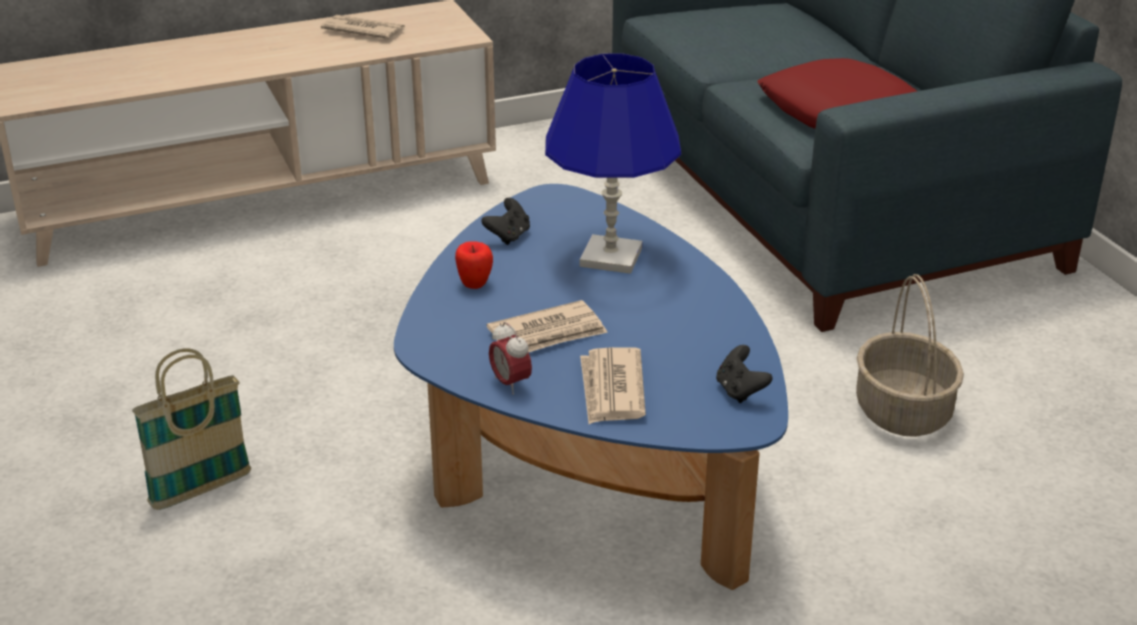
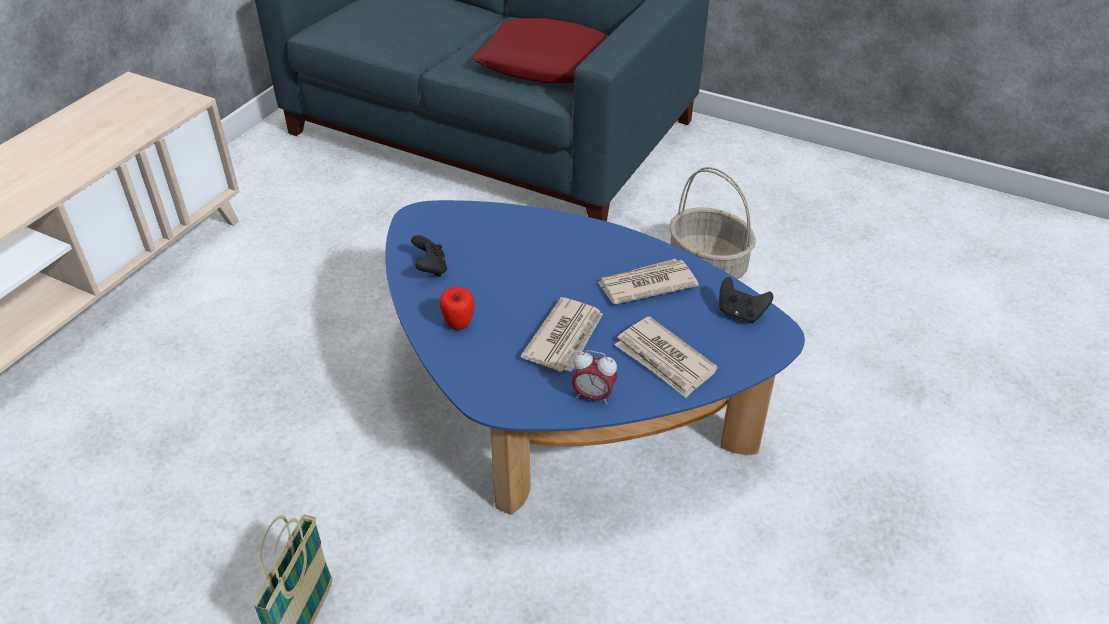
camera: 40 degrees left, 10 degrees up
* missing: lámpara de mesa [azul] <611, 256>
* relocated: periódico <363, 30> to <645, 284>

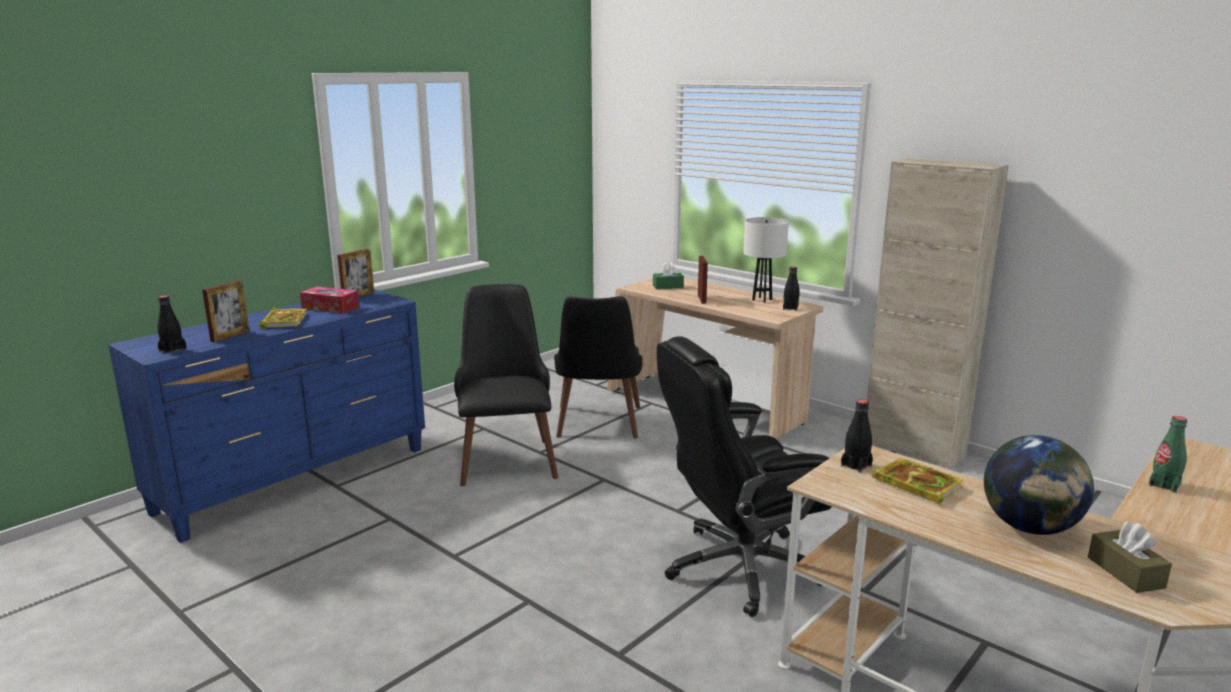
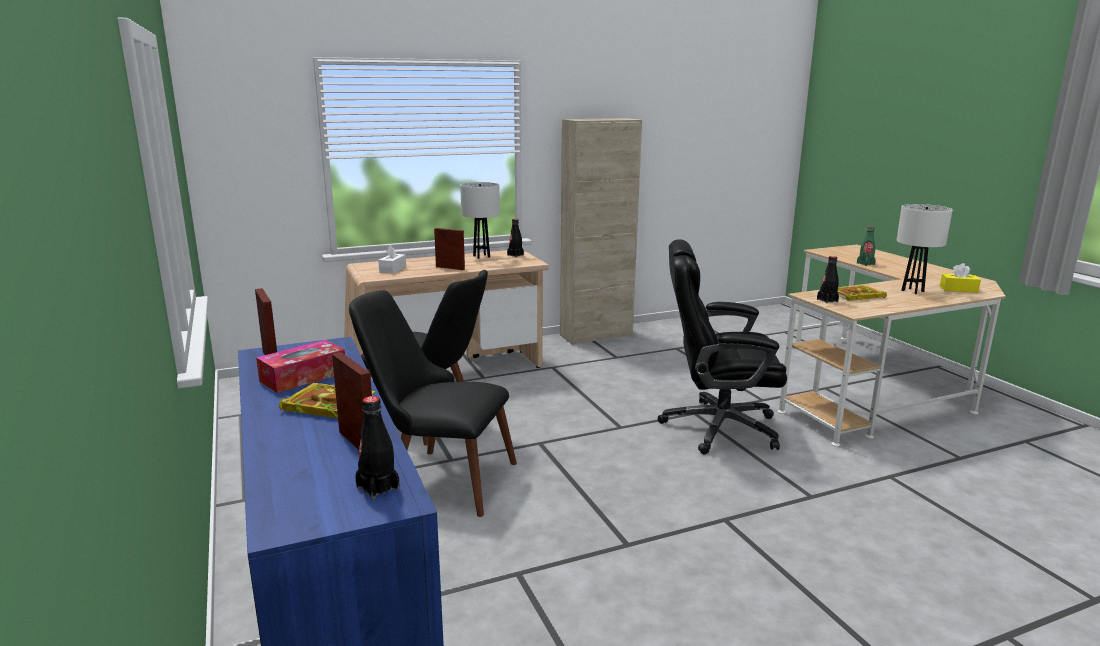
camera: 65 degrees left, 0 degrees up
* exchanged: globo terráqueo <1030, 528> to lámpara de mesa [blanco] <912, 291>
* colour: caja de pañuelos [verde] <668, 286> to caja de pañuelos [blanco] <392, 269>
* colour: caja de pañuelos [marrón] <1125, 572> to caja de pañuelos [amarillo] <958, 289>
* spun: silla de oficina [negro] <739, 568> = <717, 427> 90 degrees clockwise

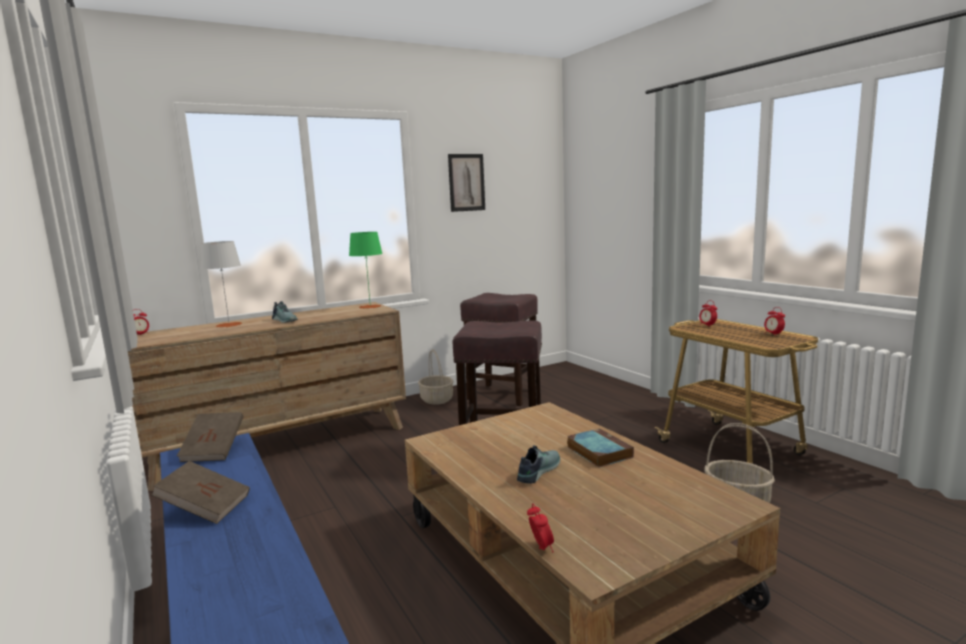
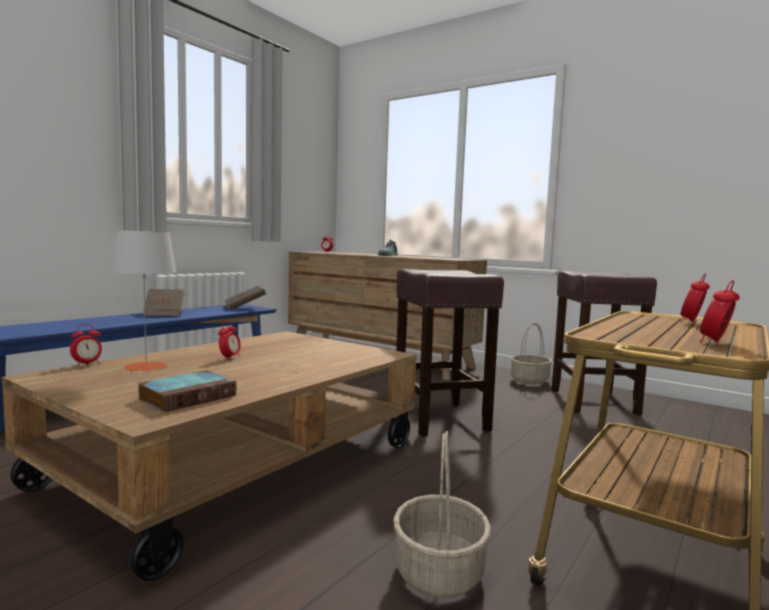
camera: 65 degrees right, 5 degrees down
* missing: lámpara de mesa [verde] <370, 307>
* missing: cuadro <466, 182>
* relocated: lámpara de mesa [gris] <229, 325> to <146, 367>
* relocated: libro <598, 451> to <188, 397>
* exchanged: zapato <537, 471> to despertador <229, 358>

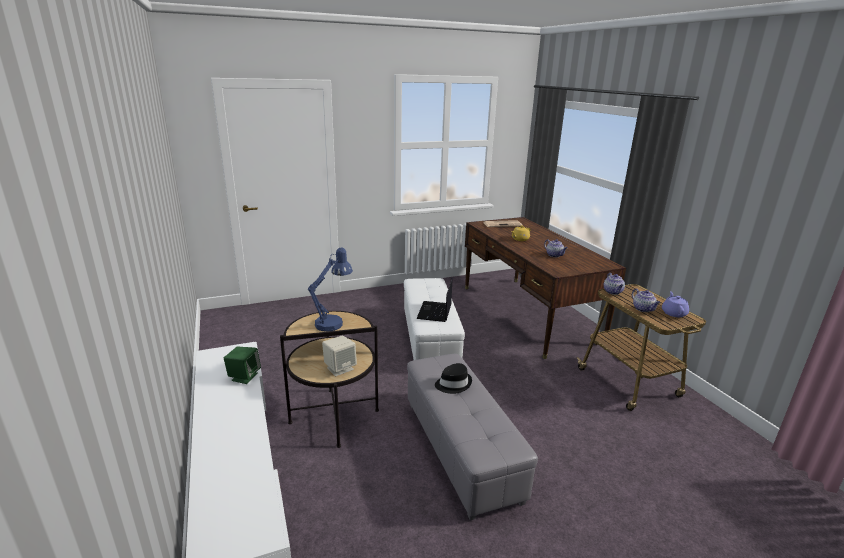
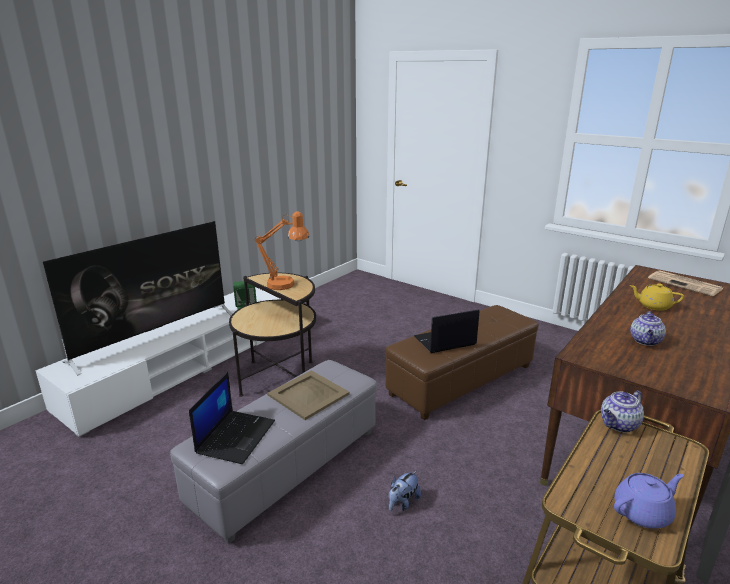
camera: 60 degrees right, 0 degrees up
* missing: altavoz [beis] <340, 368>
* missing: tetera <643, 309>
* appeared: televisor <155, 336>
* appeared: portátil <236, 436>
* appeared: peluche <403, 503>
* exchanged: sombrero [negro] <453, 384> to bandeja [beis] <308, 394>
* colour: lámpara de mesa [azul] <333, 322> to lámpara de mesa [naranja] <286, 285>
* colour: puf [blanco] <430, 339> to puf [marrón] <462, 380>

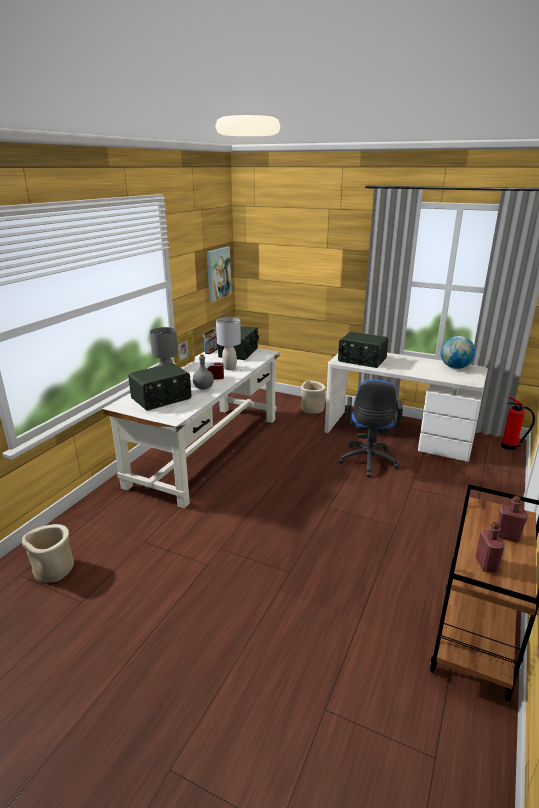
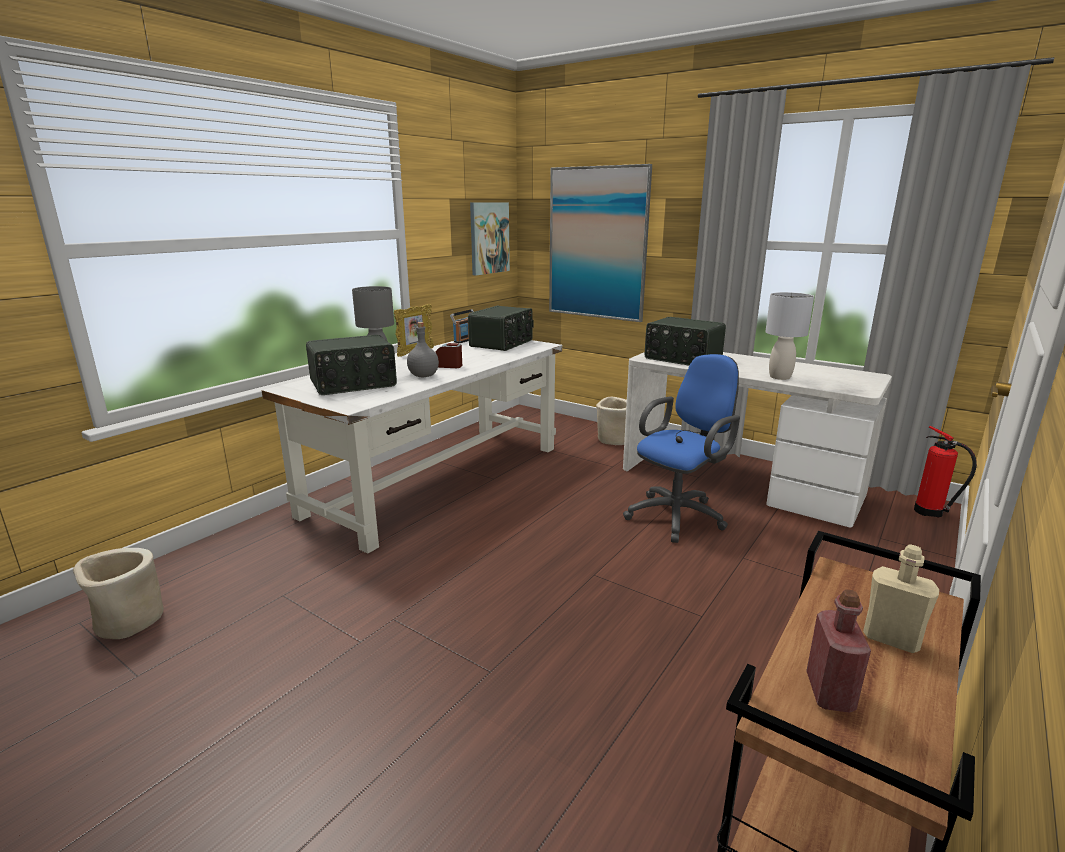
camera: 10 degrees right, 5 degrees down
* missing: globo terráqueo <455, 367>
* appeared: cuadro <597, 244>
* relocated: lámpara de mesa [gris] <230, 368> to <780, 377>
* colour: botella [rojo] <507, 536> to botella [beis] <891, 638>
* spun: silla de oficina [azul] <368, 462> = <679, 515> 150 degrees counterclockwise

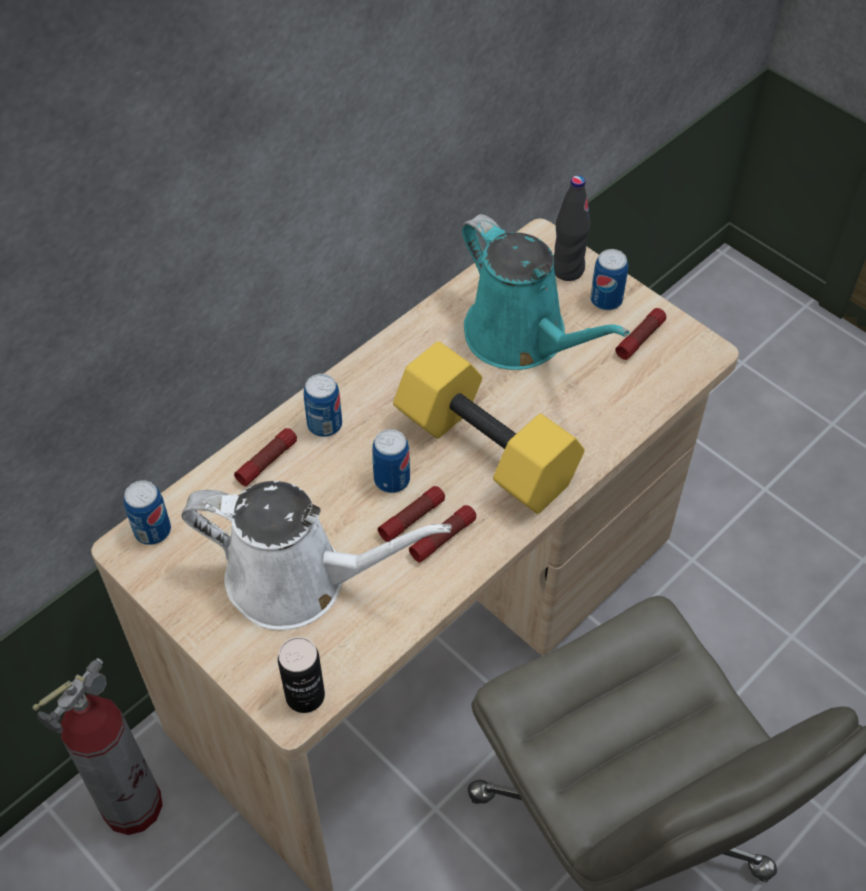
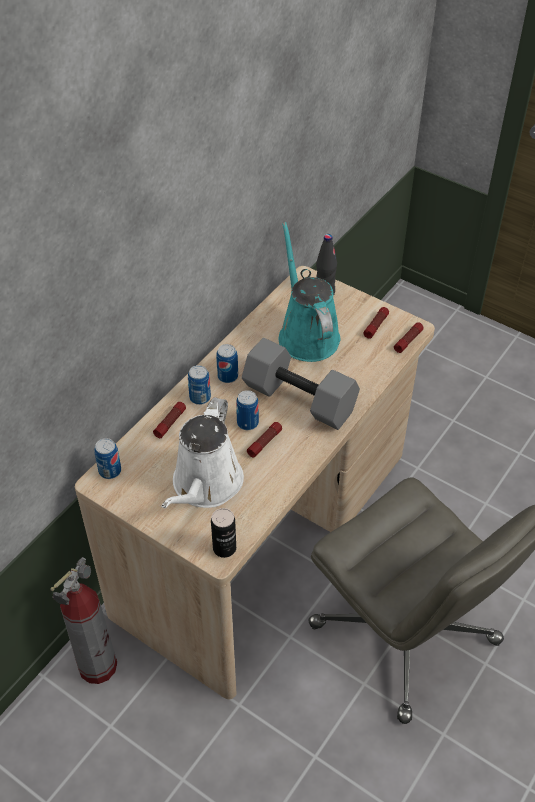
camera: 10 degrees left, 5 degrees down
* relocated: linterna <443, 538> to <408, 341>
* relocated: lata <606, 300> to <227, 376>
* colour: mancuerna [amarillo] <482, 451> to mancuerna [gris] <297, 400>
* spun: regadera [blanco] <298, 580> = <205, 486> 105 degrees clockwise
* spun: regadera [turquesa] <522, 338> = <306, 334> 150 degrees counterclockwise

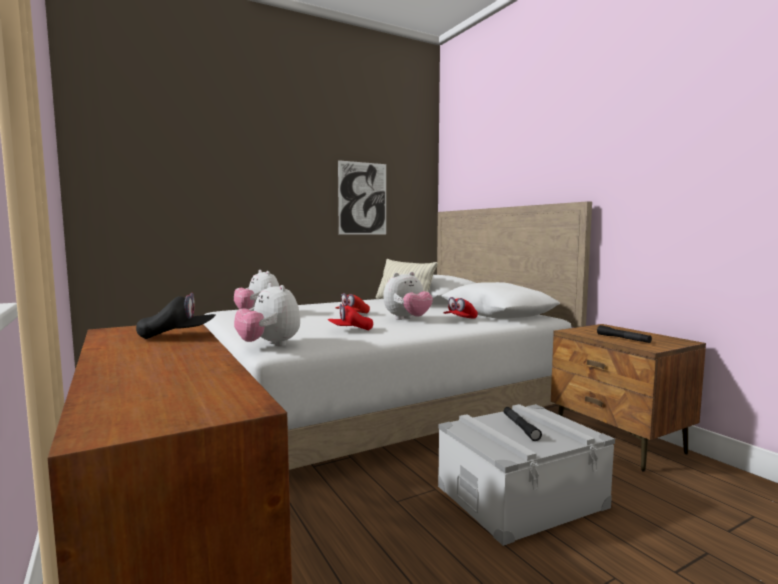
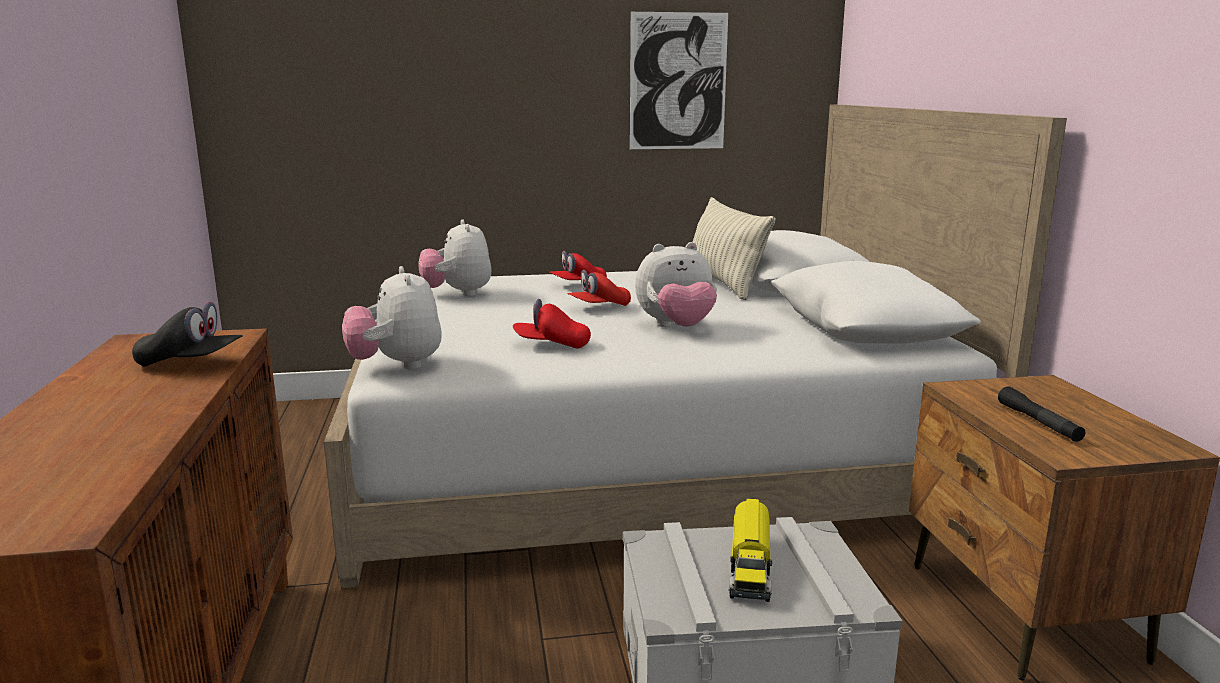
camera: 20 degrees right, 10 degrees up
* relocated: gorra [rojo] <460, 320> to <578, 285>
* exchanged: linterna [negro] <520, 427> to camión de juguete <750, 564>

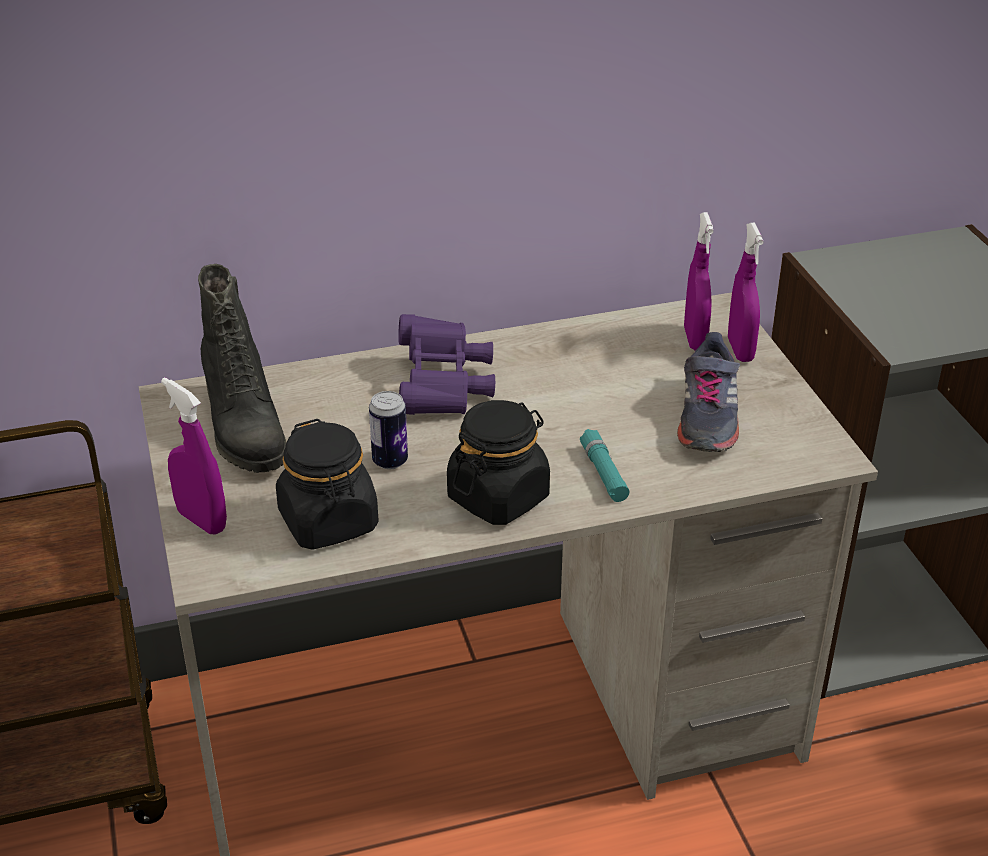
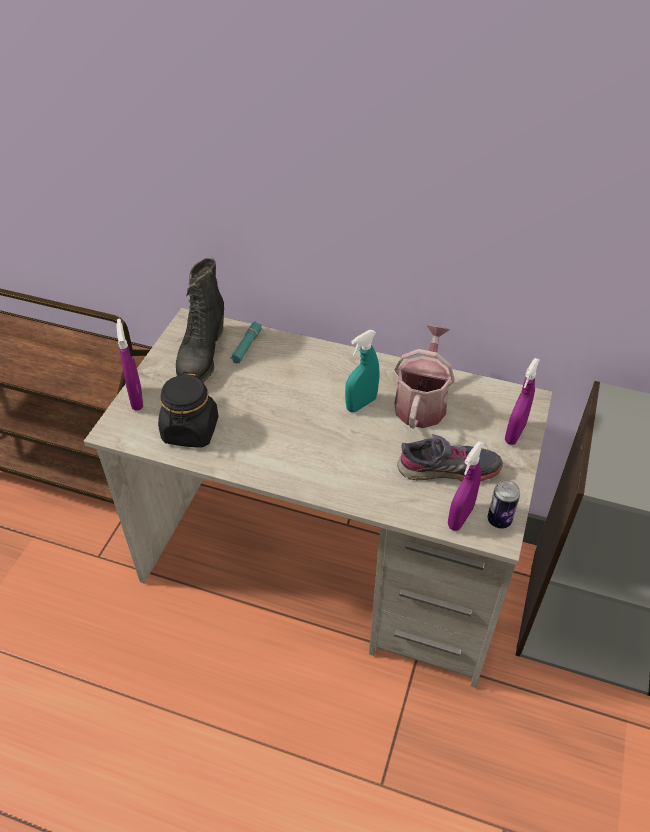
camera: 35 degrees right, 10 degrees up
* missing: prismáticos [morado] <444, 387>
* missing: tarro [negro] <498, 497>
* appeared: pulverizador [turquesa] <361, 404>
* appeared: regadera <421, 402>
* relocated: lata <390, 461> to <499, 520>
* relocated: linterna [turquesa] <603, 472> to <246, 346>
* relocated: pulverizador [morado] <695, 339> to <460, 517>
* spun: zapato [gris] <707, 417> = <448, 469> 135 degrees counterclockwise

